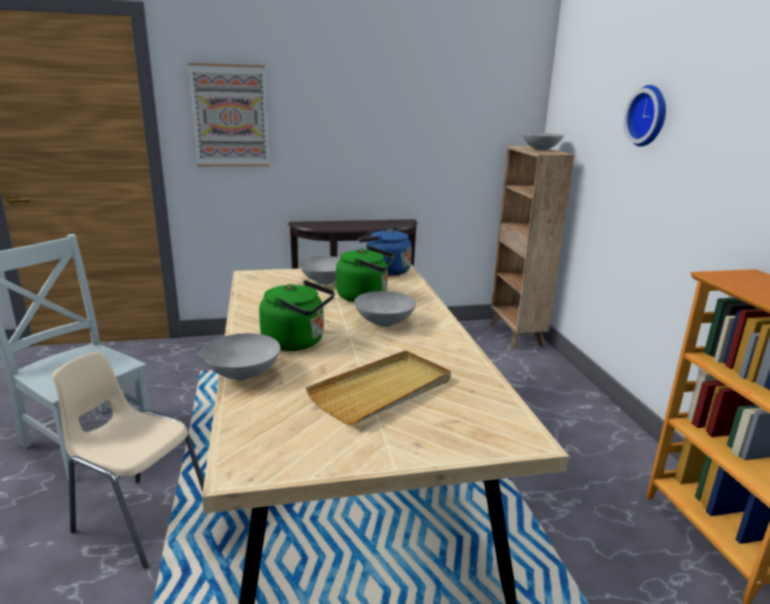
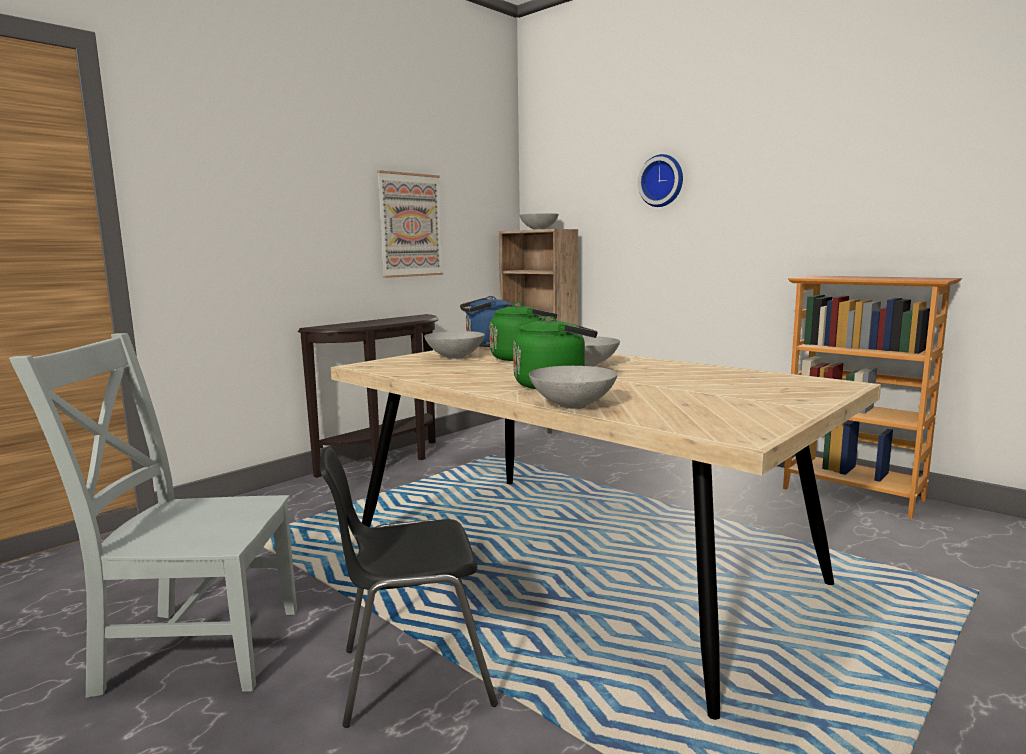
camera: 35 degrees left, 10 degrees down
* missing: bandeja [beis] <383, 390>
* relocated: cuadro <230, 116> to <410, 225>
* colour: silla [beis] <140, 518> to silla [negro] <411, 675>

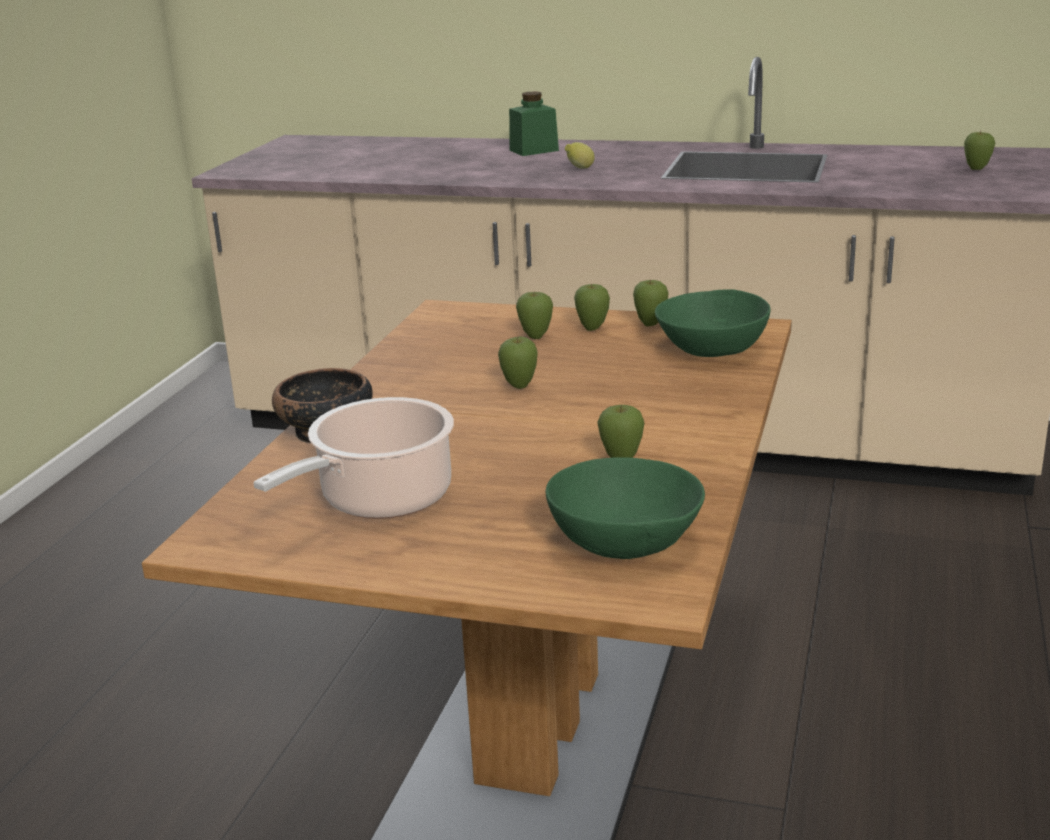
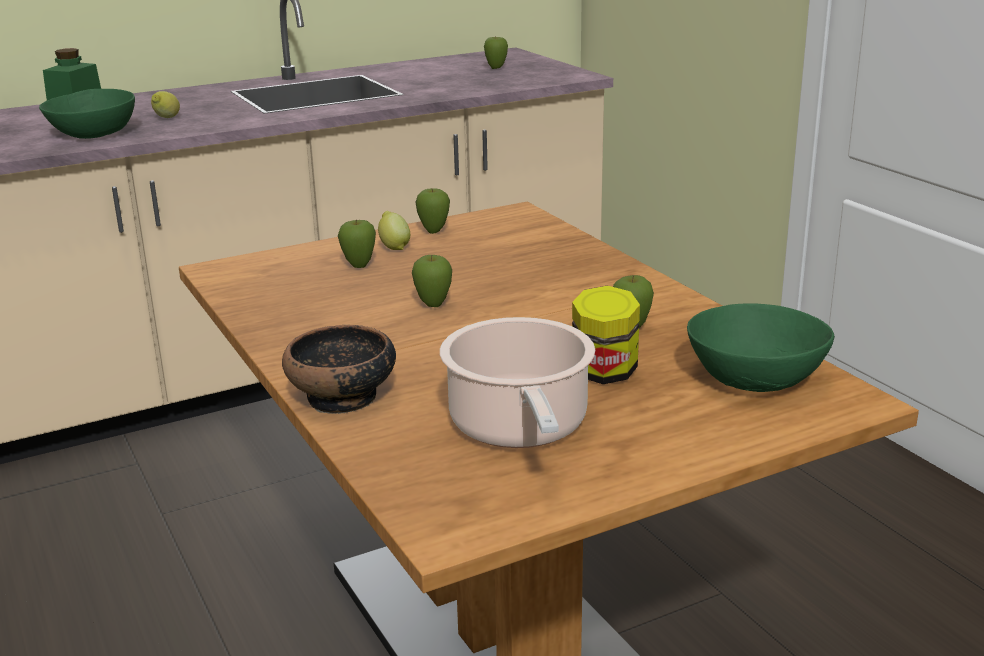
camera: 45 degrees left, 0 degrees up
* appeared: tarro <604, 373>
* relocated: cuenco [verde] <711, 349> to <93, 134>
* exchanged: manzana <592, 329> to limón <394, 247>

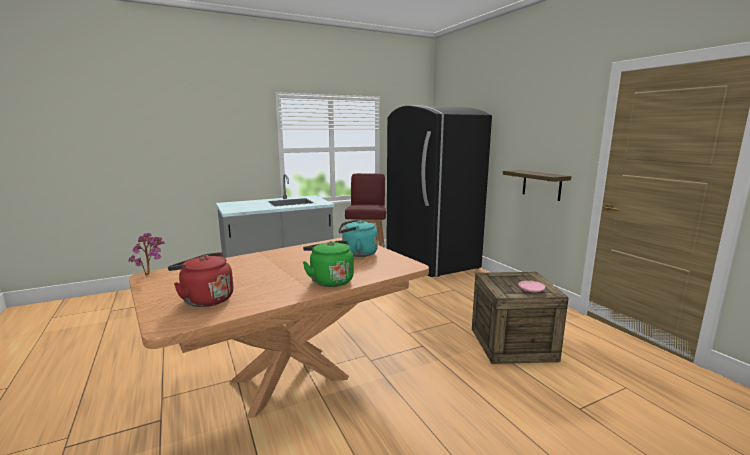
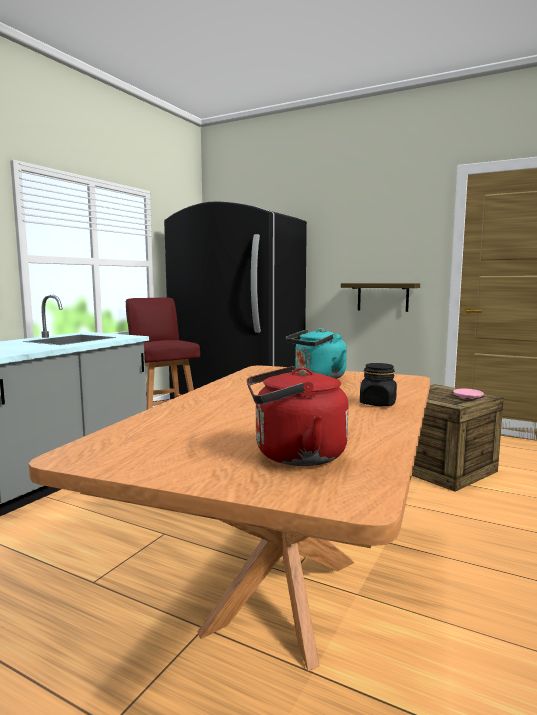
camera: 35 degrees left, 5 degrees down
* missing: planta en maceta <151, 274>
* exchanged: hervidor [verde] <330, 280> to tarro [negro] <378, 403>

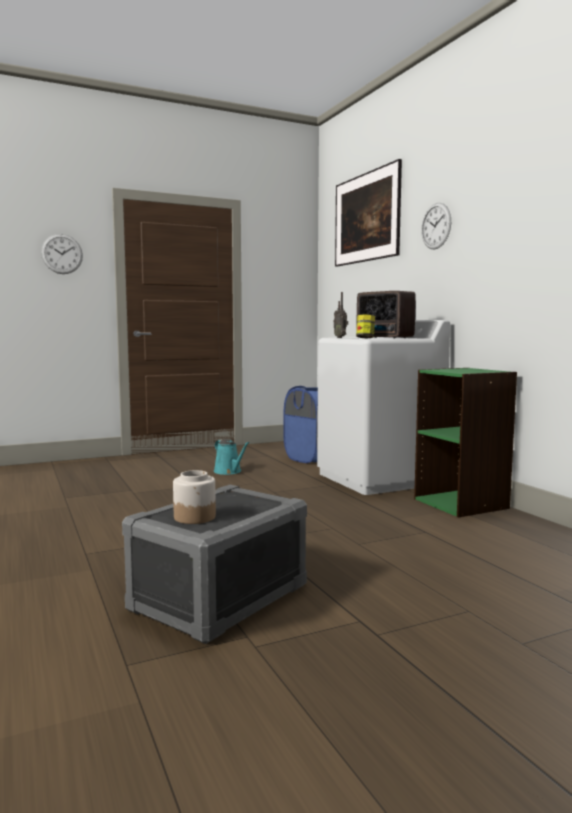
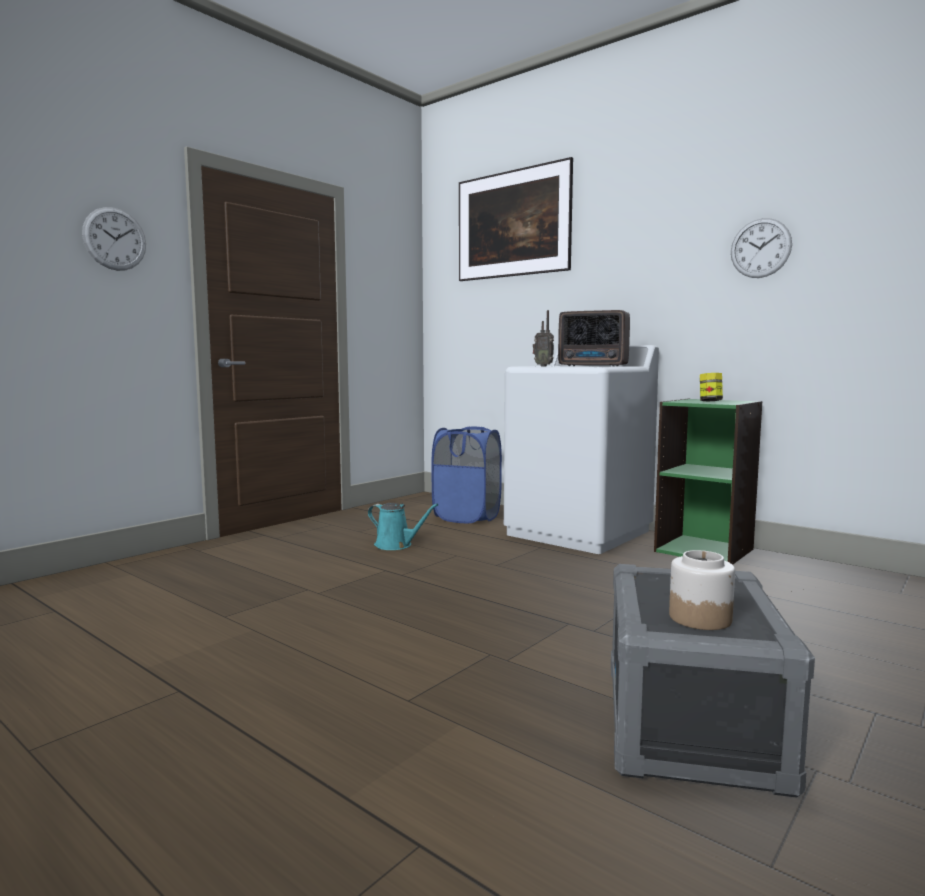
camera: 25 degrees left, 0 degrees up
* relocated: tarro <365, 338> to <710, 401>
* relocated: reloj de pared <436, 226> to <760, 248>

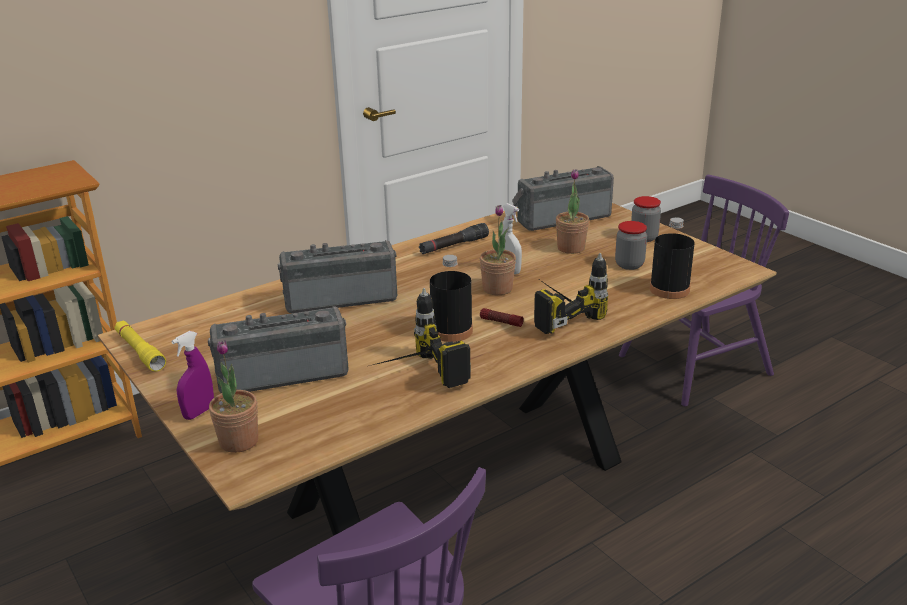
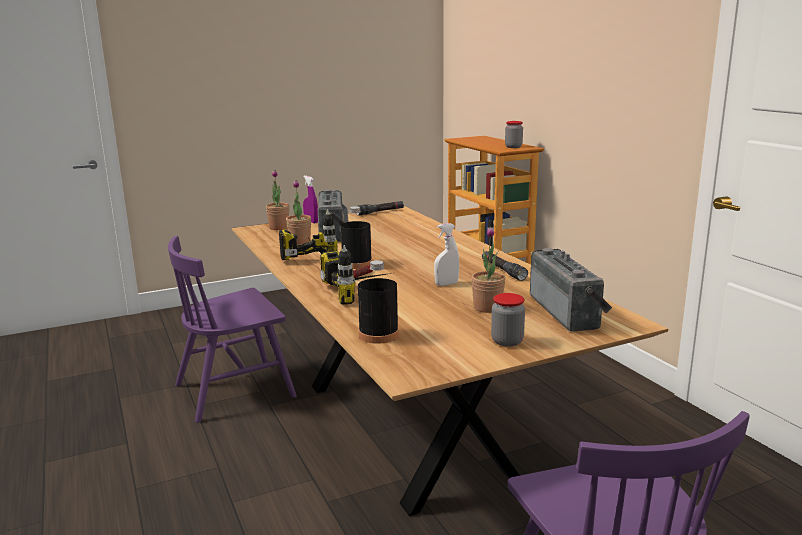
camera: 100 degrees right, 10 degrees down
* missing: radio <340, 297>
* relocated: planta en maceta <497, 289> to <300, 241>
* relocated: tarro <629, 265> to <513, 147>
* colour: linterna [amarillo] <140, 352> to linterna [negro] <380, 212>

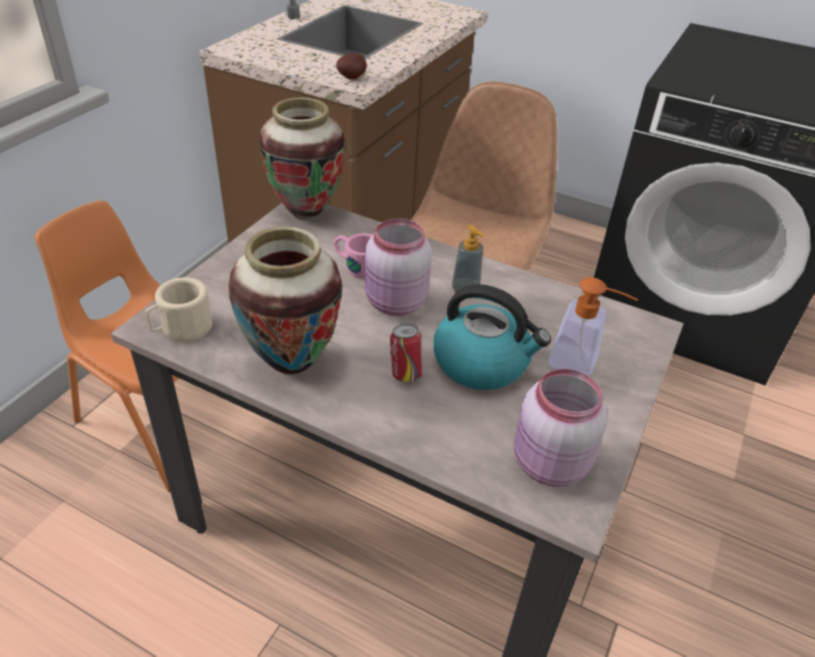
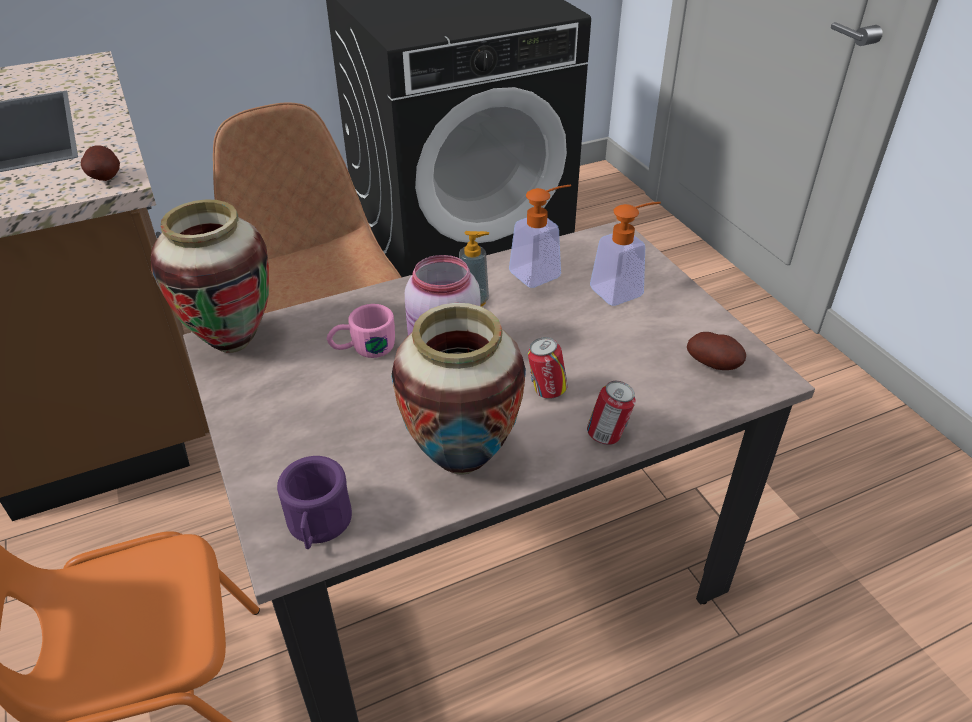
camera: 50 degrees left, 0 degrees up
* missing: hervidor <482, 363>
* appeared: dispensador de jabón <542, 272>
* appeared: lata <607, 436>
* exchanged: tarro [rosa] <548, 465> to patata <714, 365>
* colour: taza grande [beis] <181, 328> to taza grande [morado] <318, 525>

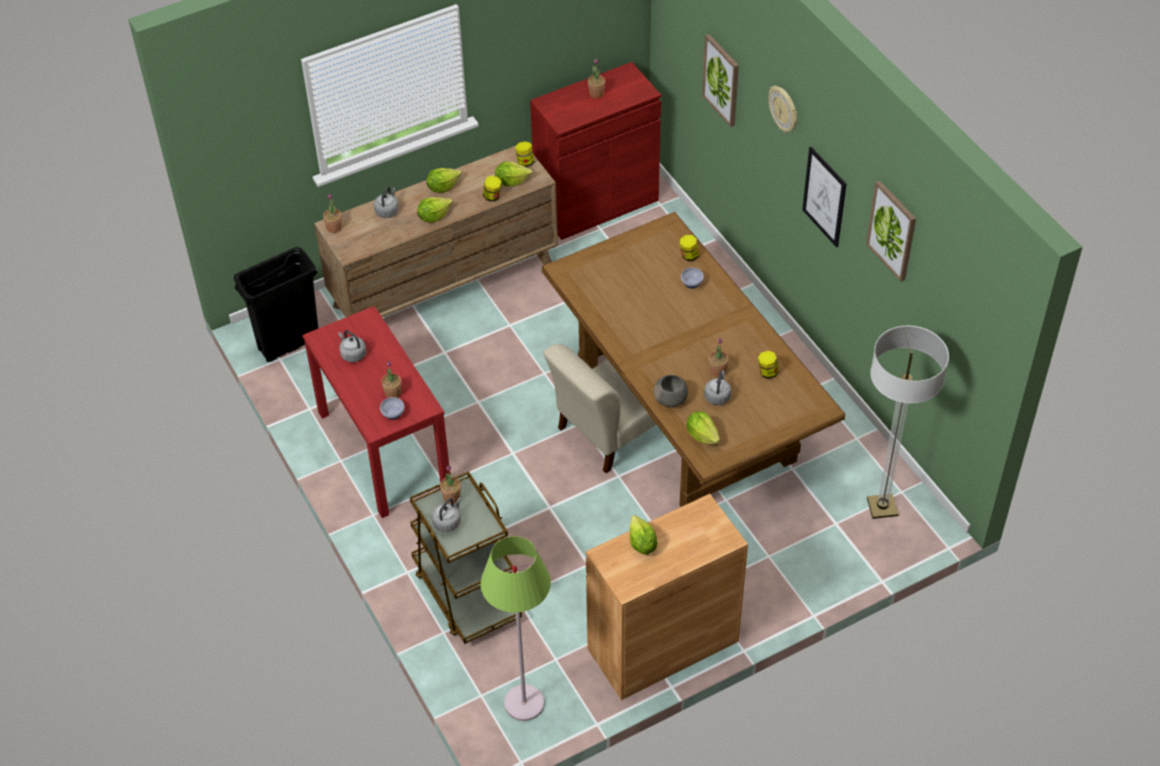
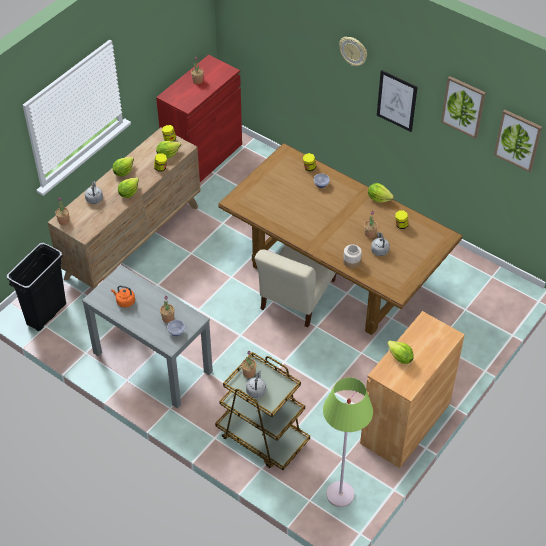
camera: 25 degrees left, 0 degrees up
* missing: lámpara de pie <882, 507>
* relocated: lechuga <702, 435> to <379, 198>
* relocated: cuadro <722, 80> to <518, 140>
* exchanged: cuenco [gris] <671, 399> to tarro <352, 261>
* colour: mesa consola [rojo] <383, 448> to mesa consola [gris] <152, 362>
* colour: hervidor [gris] <352, 354> to hervidor [naranja] <124, 301>

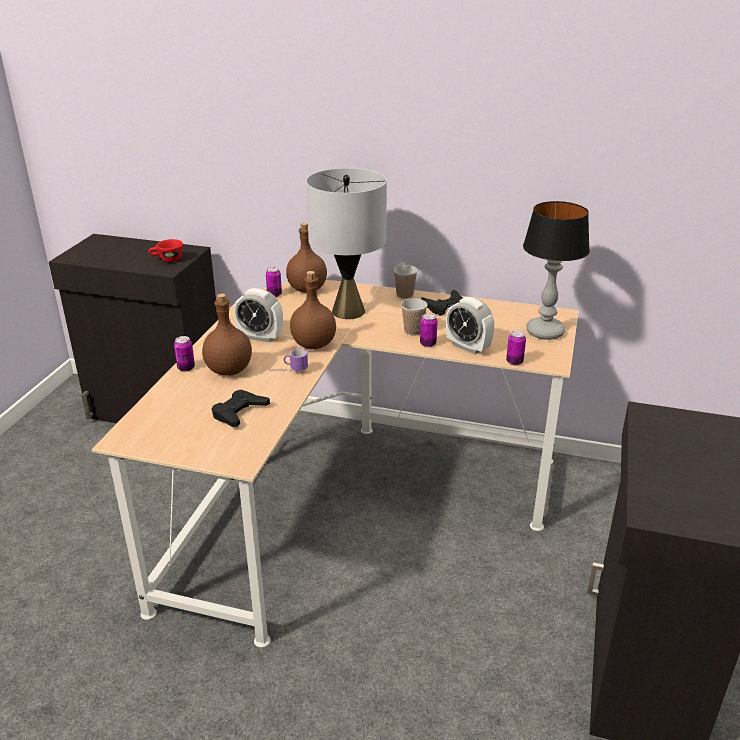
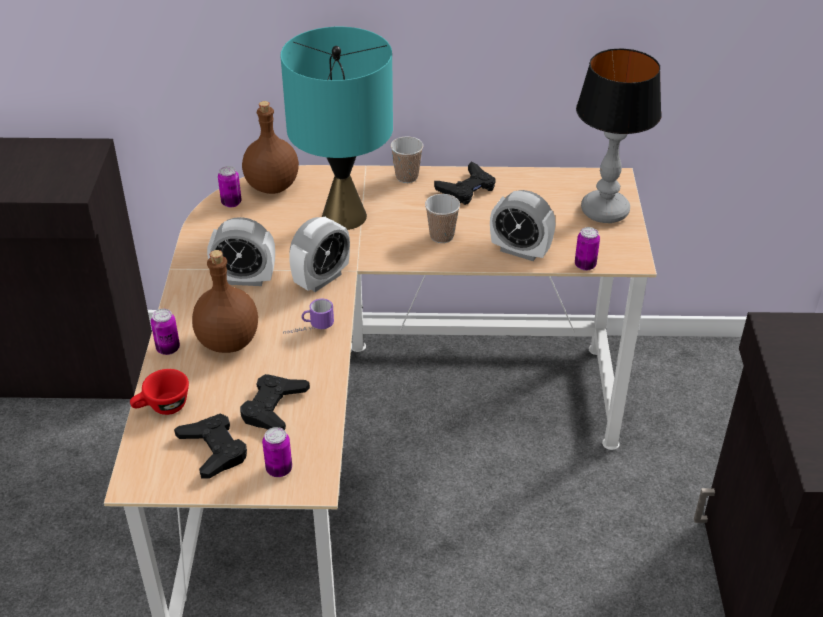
camera: 15 degrees left, 10 degrees up
* appeared: mando de consola [negro] <213, 450>
* relocated: taza [rojo] <167, 260> to <162, 407>
* relocated: lata <428, 344> to <279, 469>
* exchanged: botella [marrón] <313, 344> to despertador <321, 279>
* colour: lámpara de mesa [gris] <348, 311> to lámpara de mesa [turquesa] <343, 216>

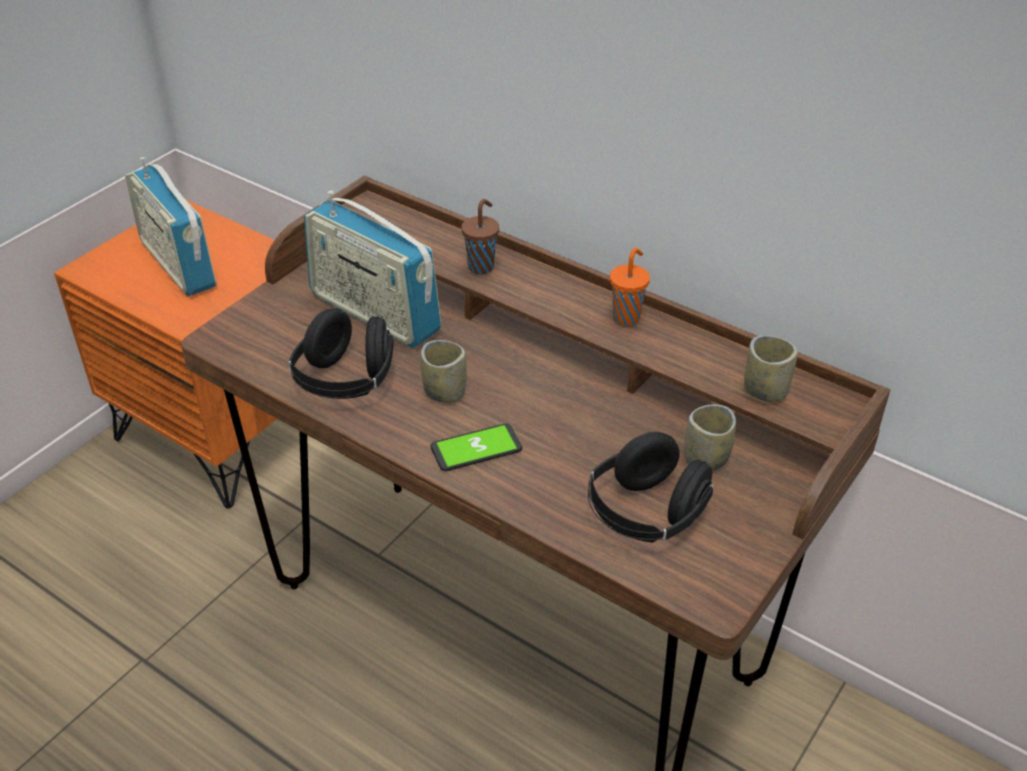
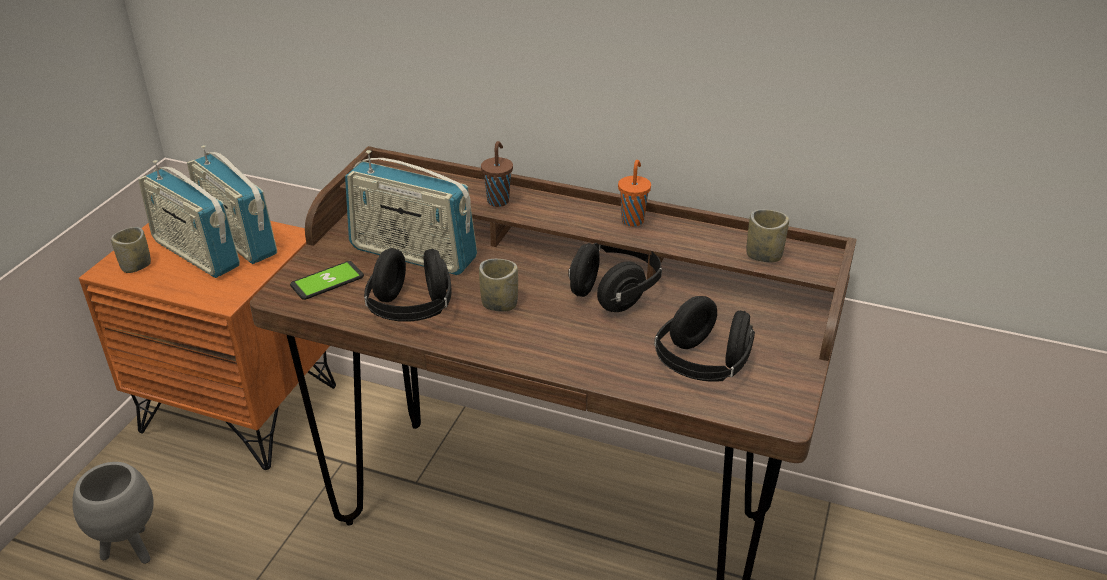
camera: 15 degrees left, 5 degrees down
* appeared: maceta [gris] <130, 549>
* appeared: radio <238, 239>
* appeared: auriculares [negro] <614, 291>
* relocated: móvil <476, 449> to <327, 281>
* relocated: taza <706, 459> to <136, 266>

